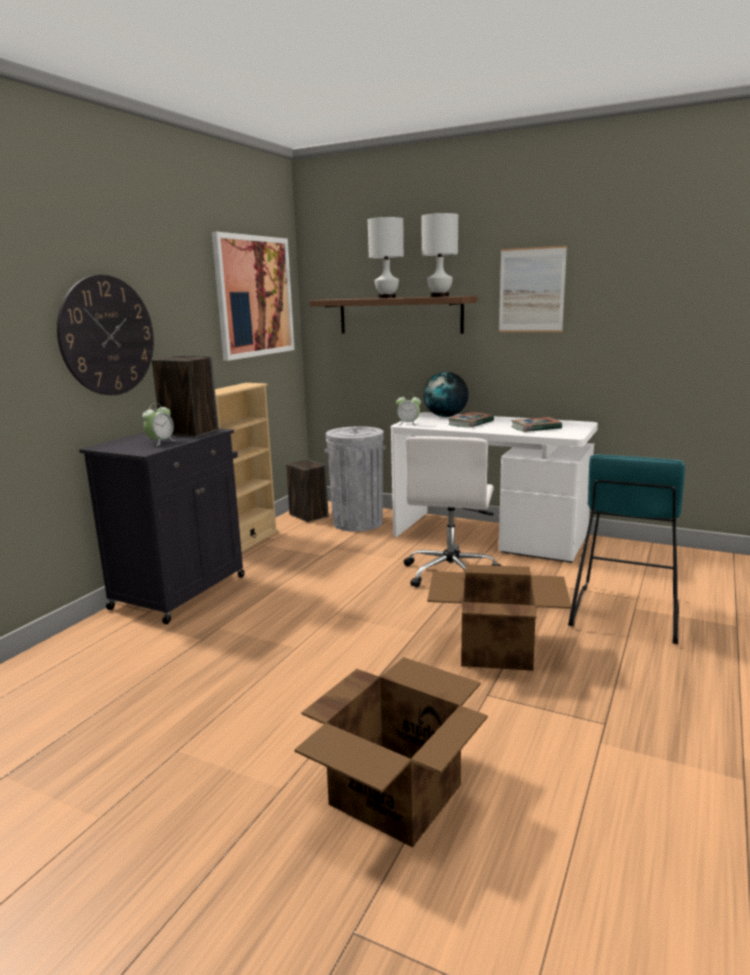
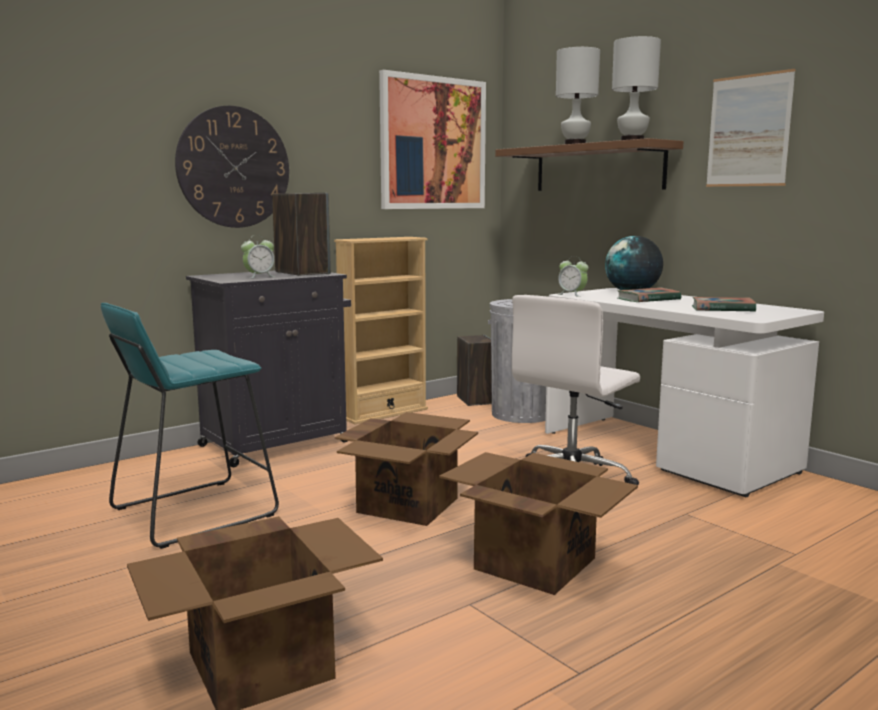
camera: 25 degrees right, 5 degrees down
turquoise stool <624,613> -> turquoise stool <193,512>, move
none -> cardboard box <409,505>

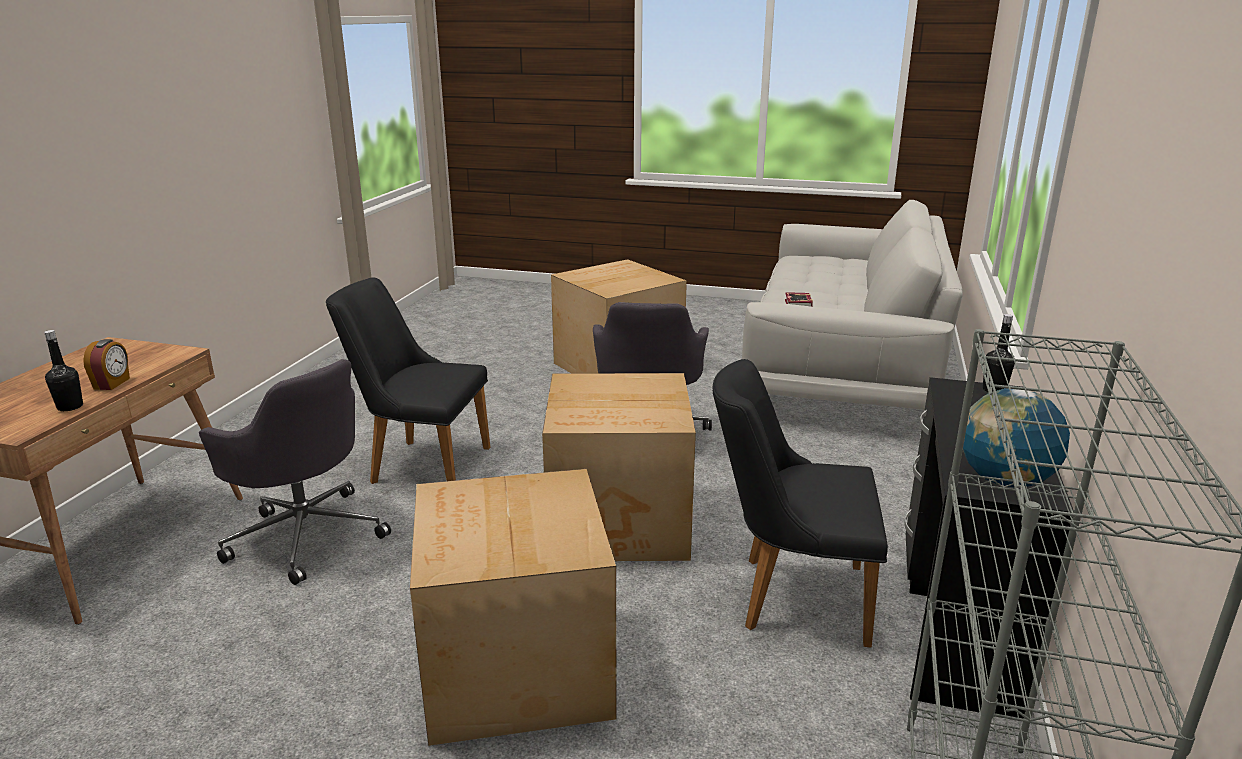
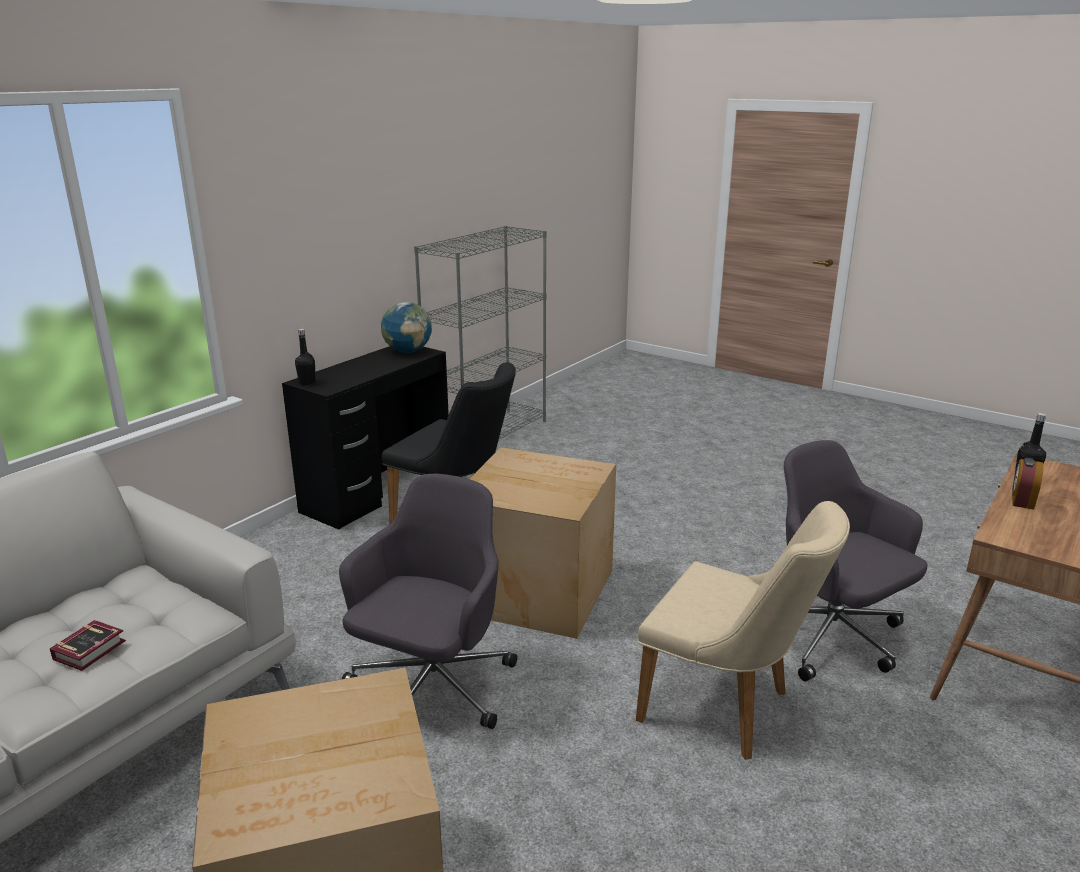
camera: 160 degrees left, 0 degrees up
black chair <420,464> -> beige chair <728,709>
cardboard box <514,669> -> none

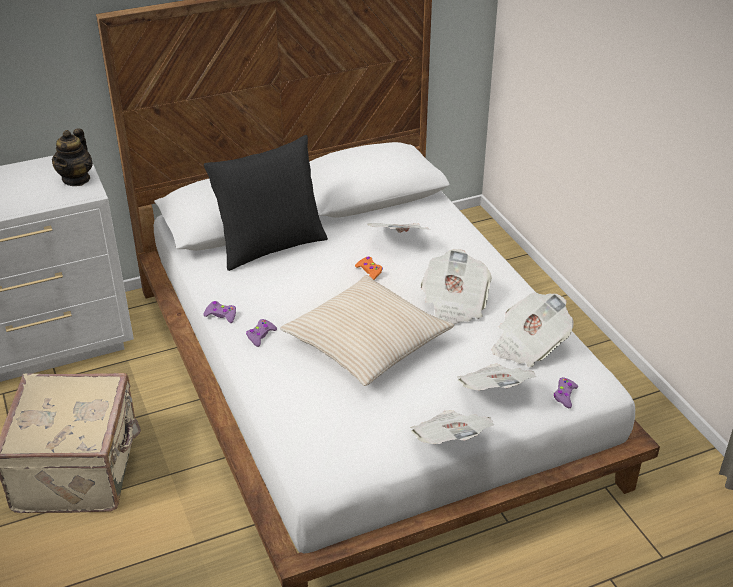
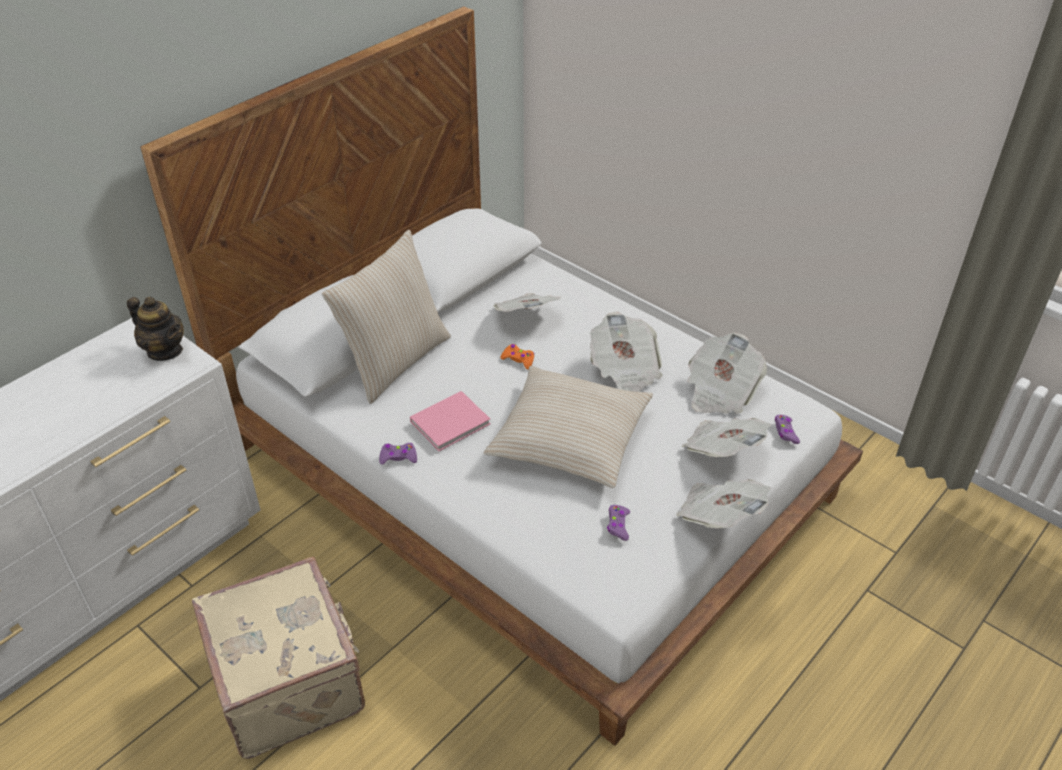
camera: 25 degrees left, 5 degrees up
teapot <76,179> -> teapot <165,351>, 45 degrees counterclockwise
black pillow <270,245> -> beige pillow <395,361>
purple game controller <260,335> -> purple game controller <618,525>, move
none -> pink book <452,422>

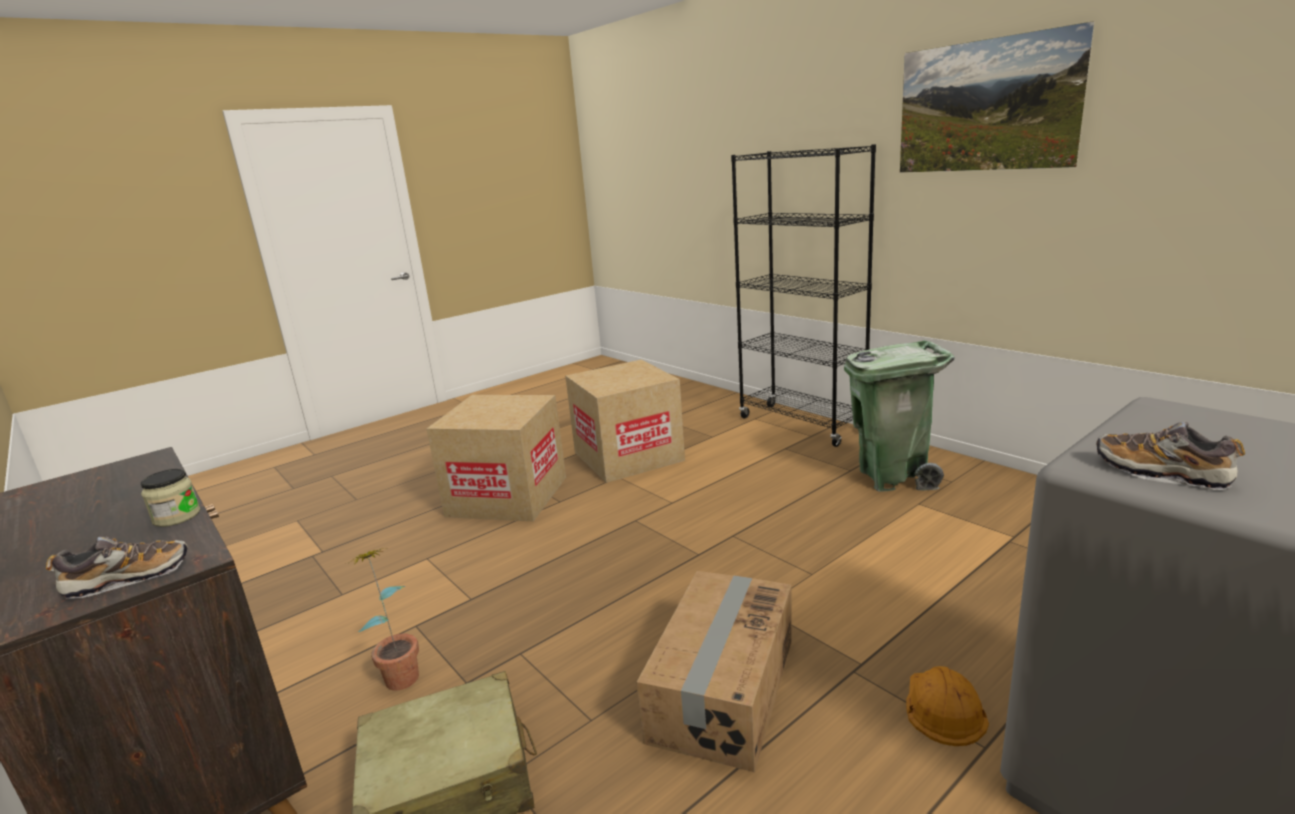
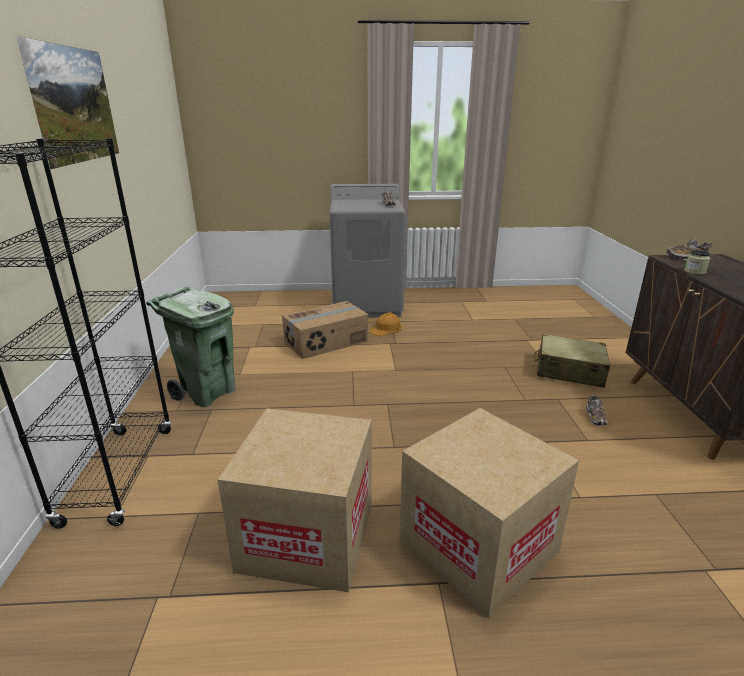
camera: 145 degrees left, 5 degrees up
potted plant <400,672> -> shoe <595,417>
cardboard box <721,689> -> cardboard box <326,342>, move

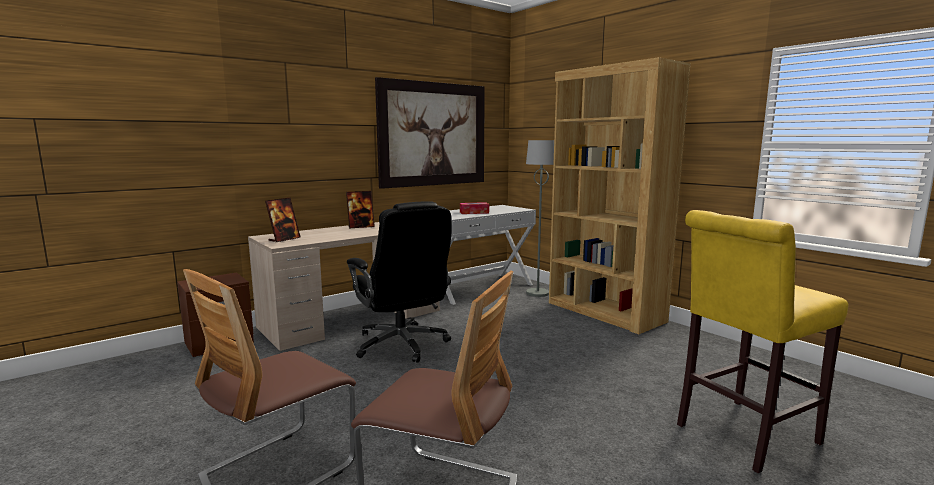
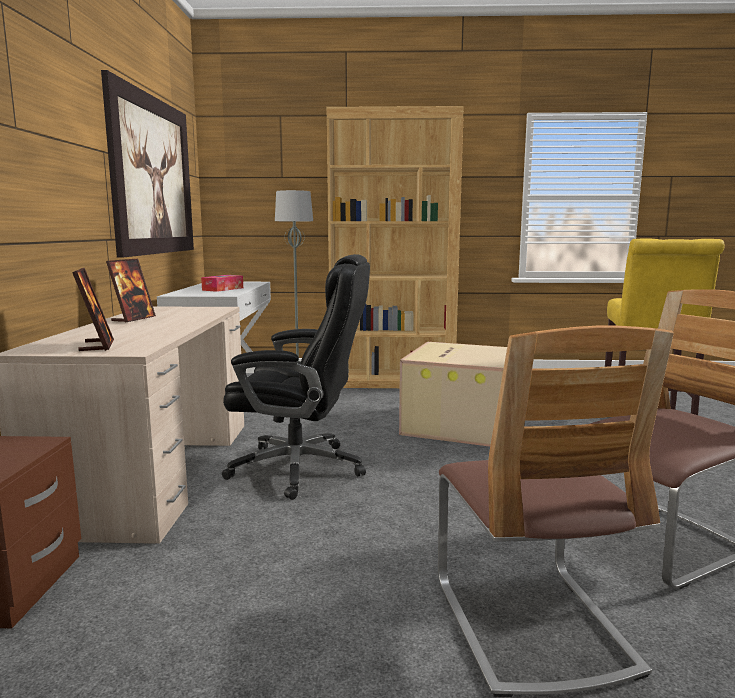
camera: 50 degrees left, 0 degrees up
none -> cardboard box <458,424>

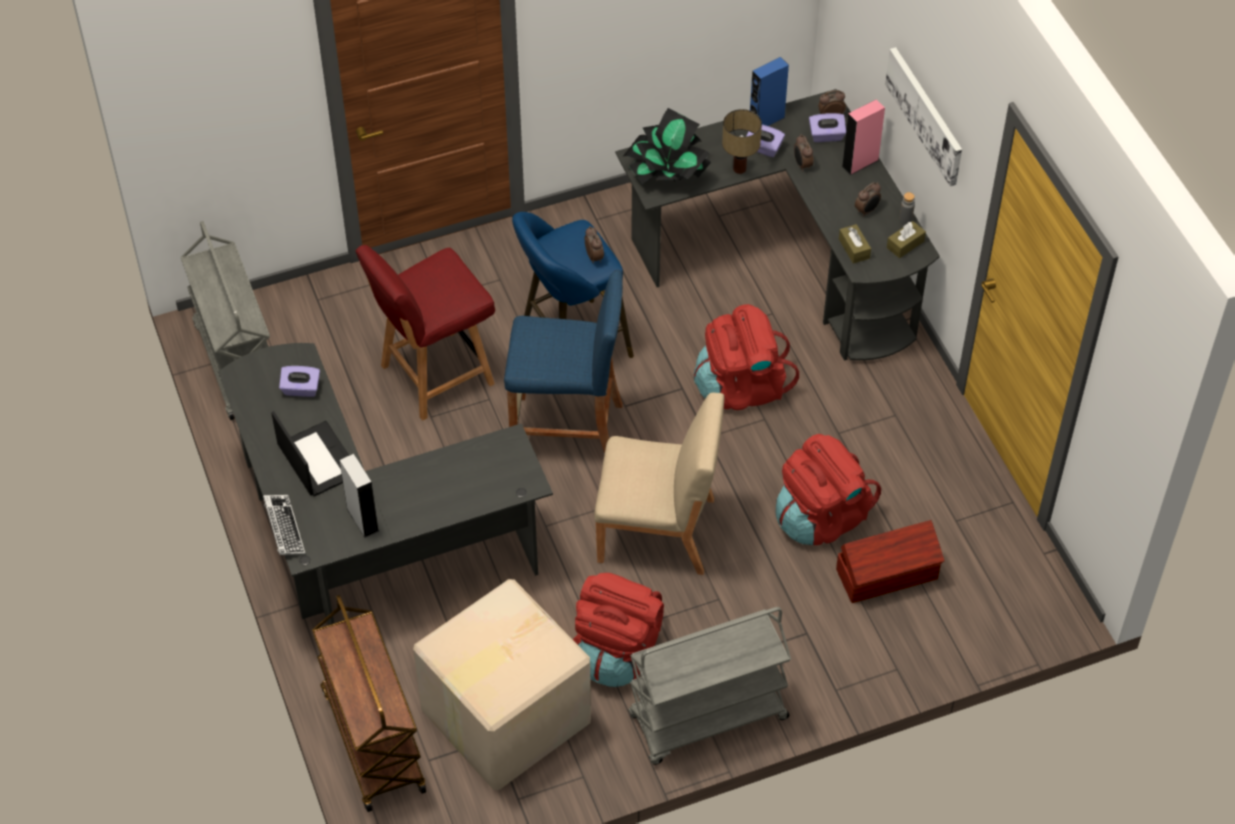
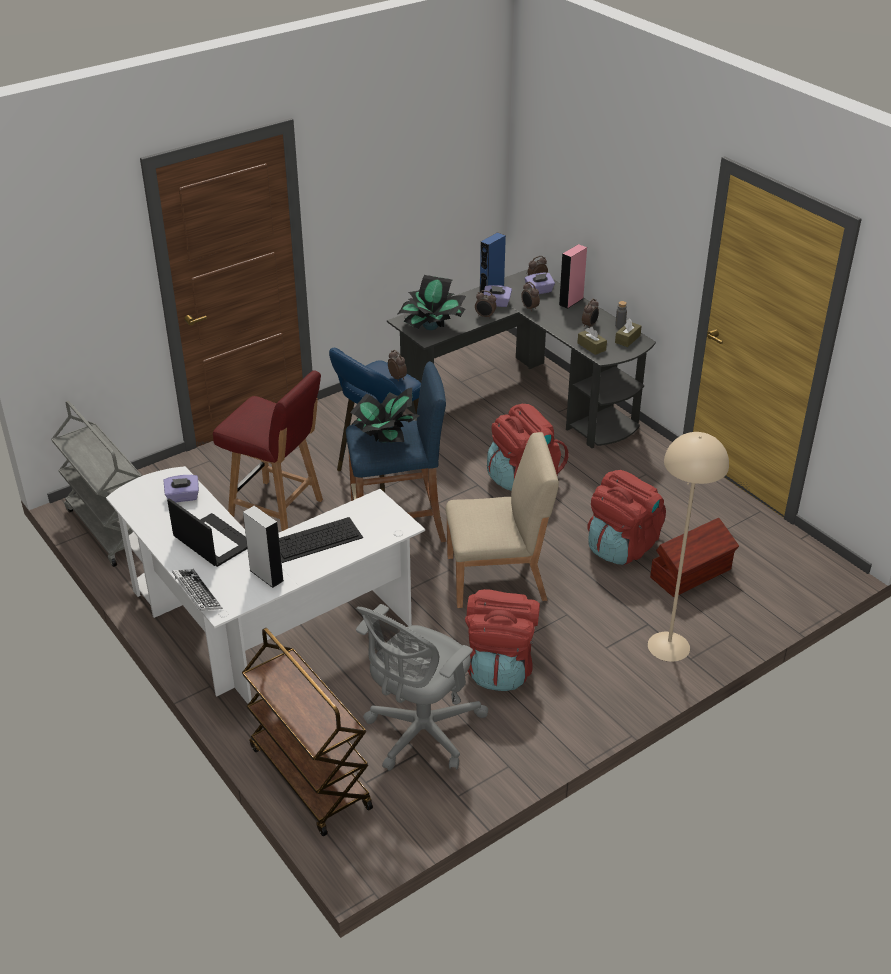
camera: 15 degrees left, 15 degrees down
black desk <367,543> -> white desk <257,631>
red chair <434,376> -> red chair <277,509>, 105 degrees counterclockwise
cardboard box <503,715> -> grey office chair <420,734>
grey cart <707,718> -> none
table lamp <740,168> -> alarm clock <485,316>
picture <925,115> -> none
none -> keyboard <315,540>
none -> potted plant <384,439>
none -> beige floor lamp <669,646>

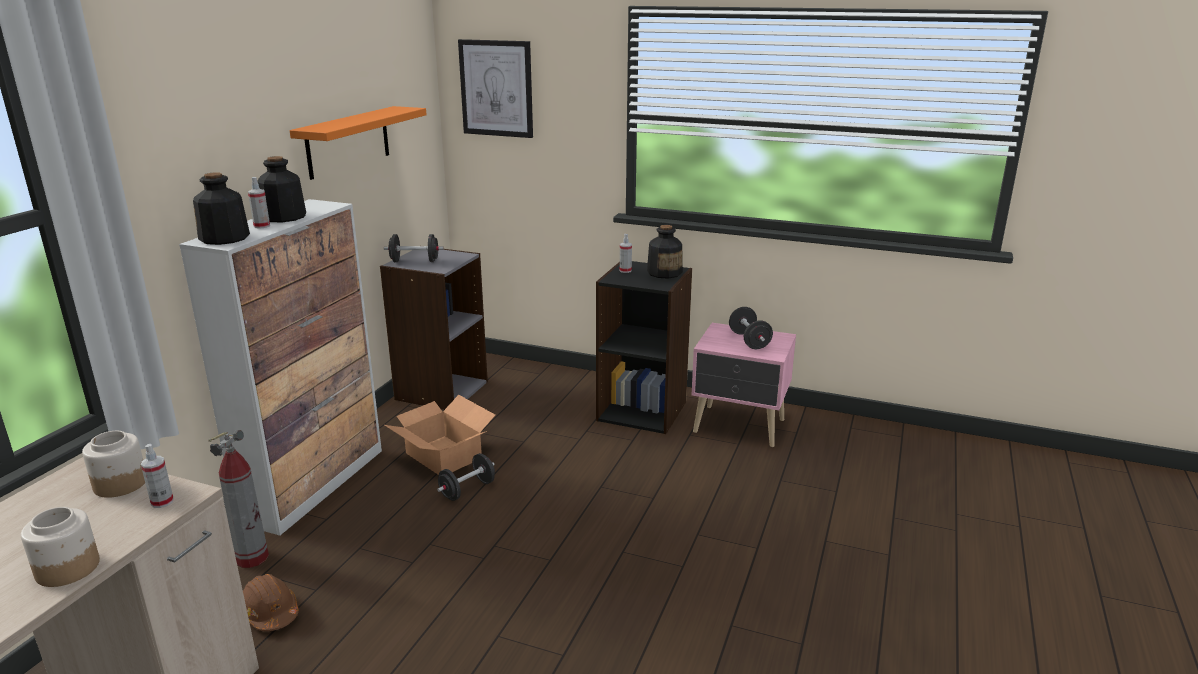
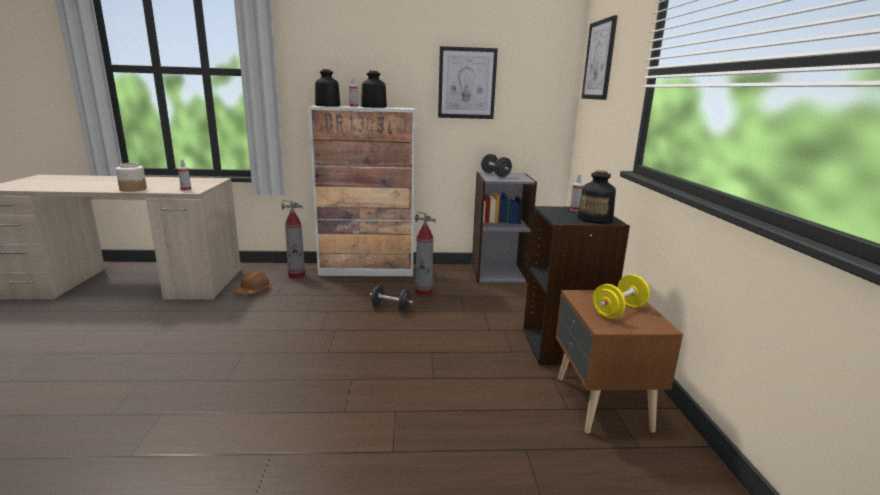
camera: 65 degrees right, 5 degrees down
jar <120,484> -> none
orange shelf <348,142> -> picture <467,83>
cardboard box <444,455> -> fire extinguisher <424,292>
pink nightstand <740,427> -> brown nightstand <600,404>
black dumbbell <749,341> -> yellow dumbbell <618,311>

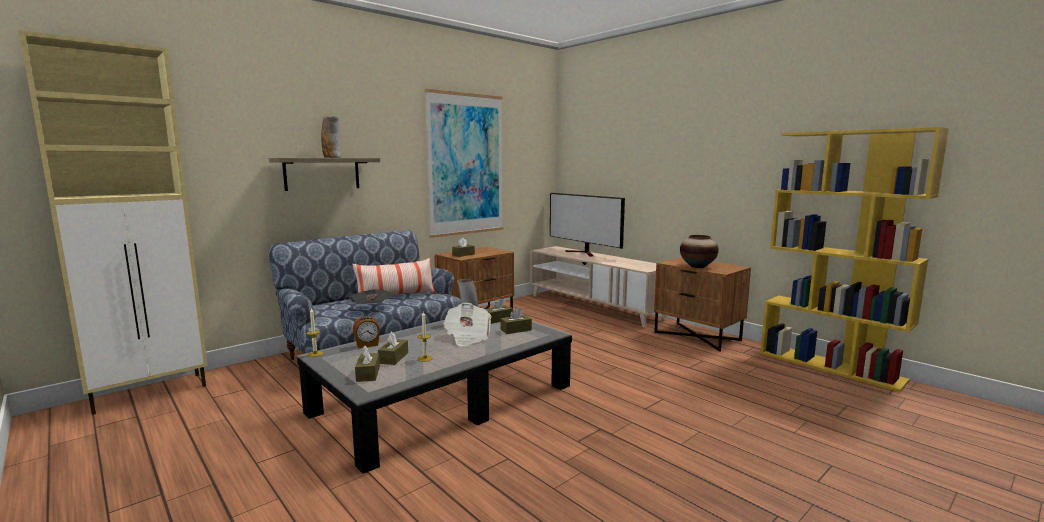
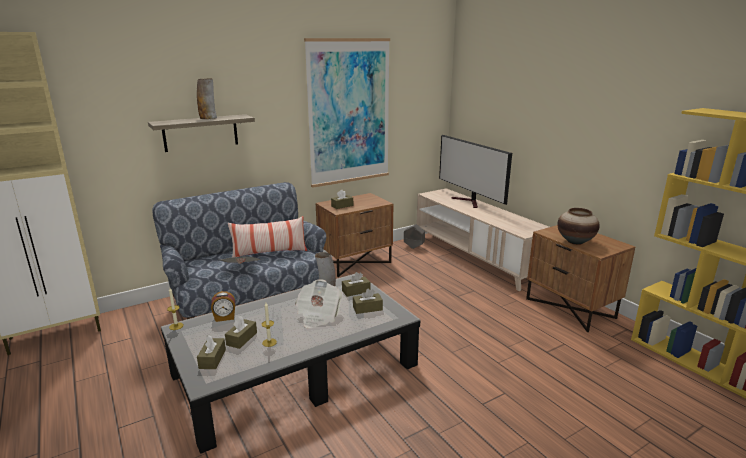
camera: 10 degrees right, 10 degrees up
none -> grey planter <414,247>

